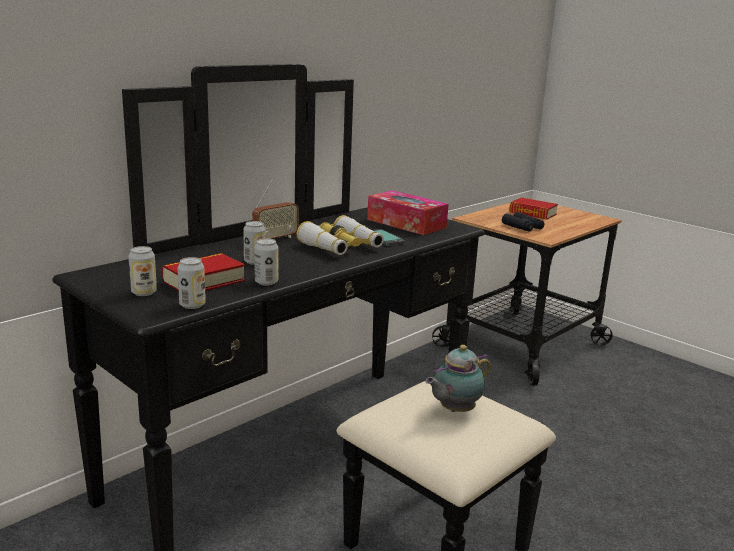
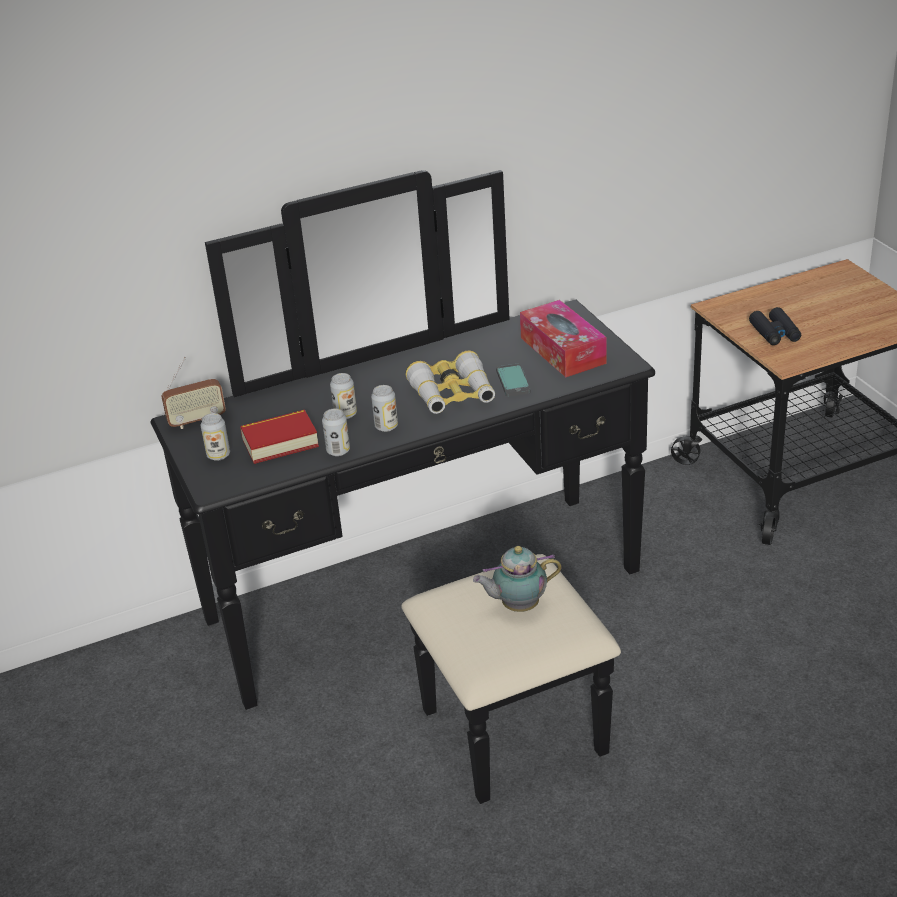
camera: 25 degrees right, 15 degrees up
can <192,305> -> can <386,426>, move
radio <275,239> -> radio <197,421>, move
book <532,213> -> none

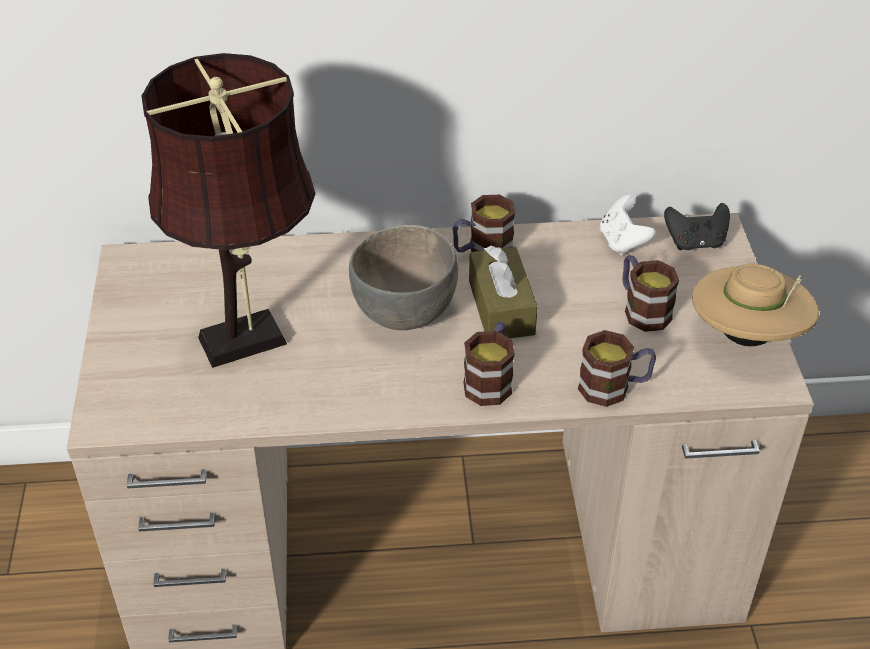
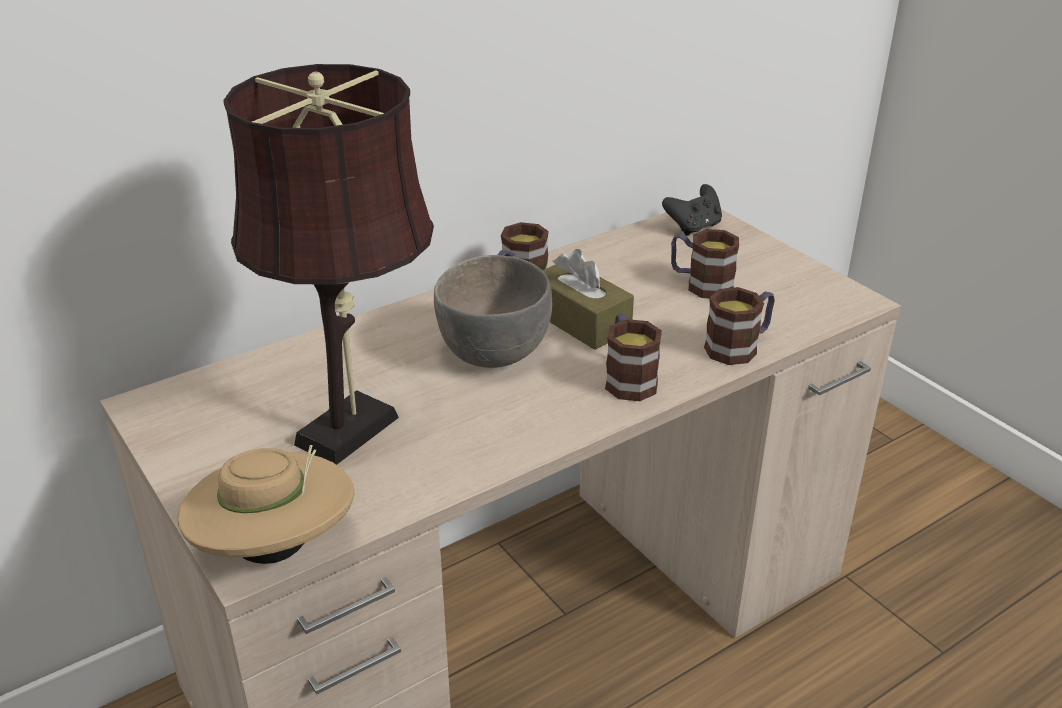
camera: 30 degrees left, 10 degrees down
white game controller <623,242> -> none
beige hat <747,336> -> beige hat <275,549>, move

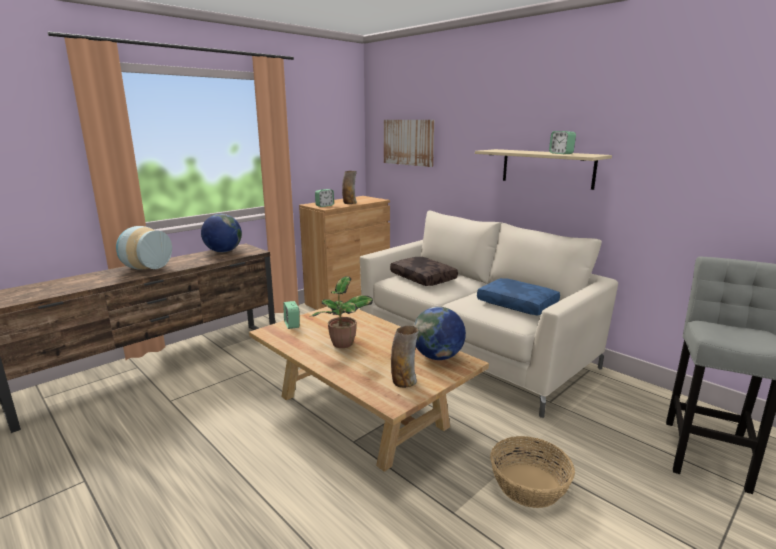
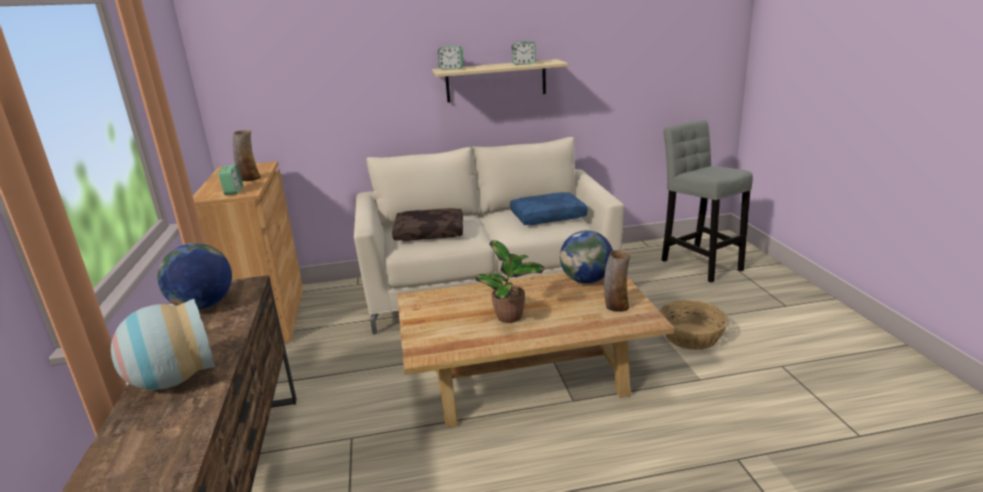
camera: 55 degrees left, 5 degrees up
alarm clock <292,325> -> alarm clock <451,69>, move
picture <408,142> -> none

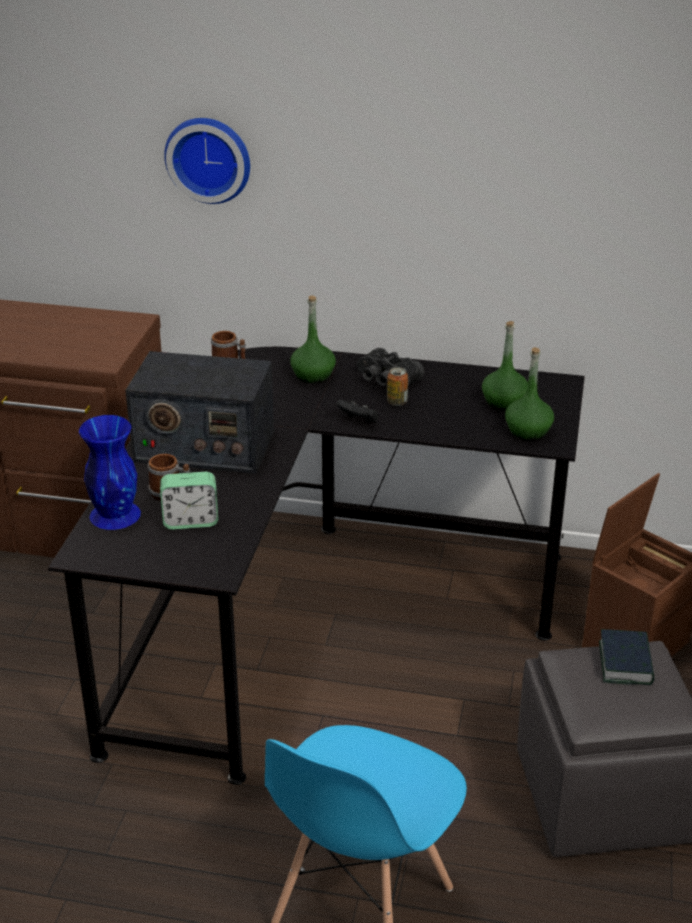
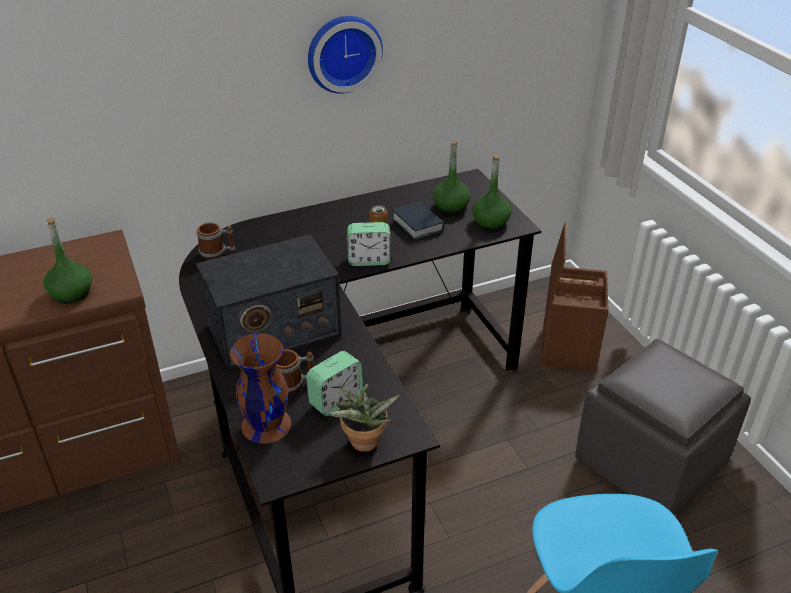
camera: 35 degrees left, 5 degrees up
blue vase <114,514> -> brown vase <265,424>
wall clock <209,158> -> wall clock <343,52>, move
green bottle <313,375> -> green bottle <72,293>, move
black game controller <359,421> -> alarm clock <369,260>
black binoculars <386,379> -> none
book <625,663> -> book <417,225>, move
none -> potted plant <364,445>

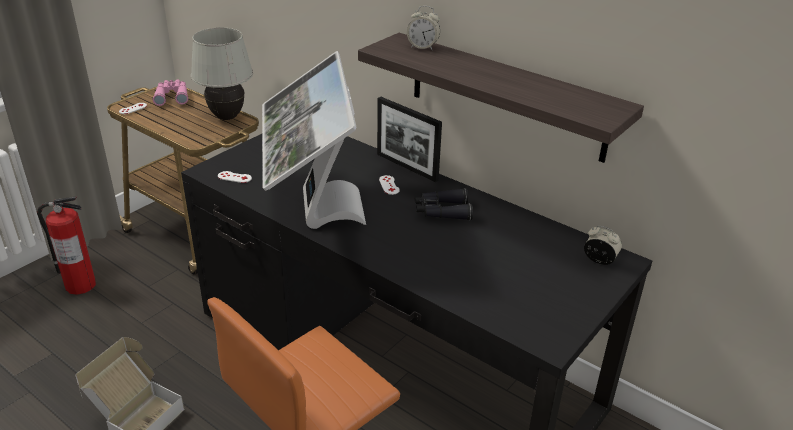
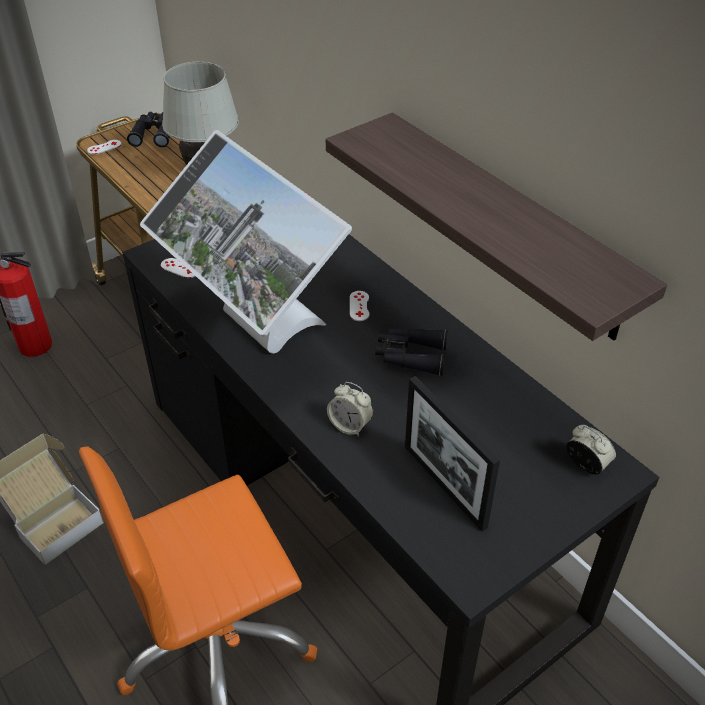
camera: 15 degrees right, 10 degrees up
pink binoculars <172,96> -> black binoculars <154,134>
monitor <313,210> -> monitor <254,331>, 45 degrees counterclockwise
picture frame <407,167> -> picture frame <444,486>, move
alarm clock <423,47> -> alarm clock <350,425>, move

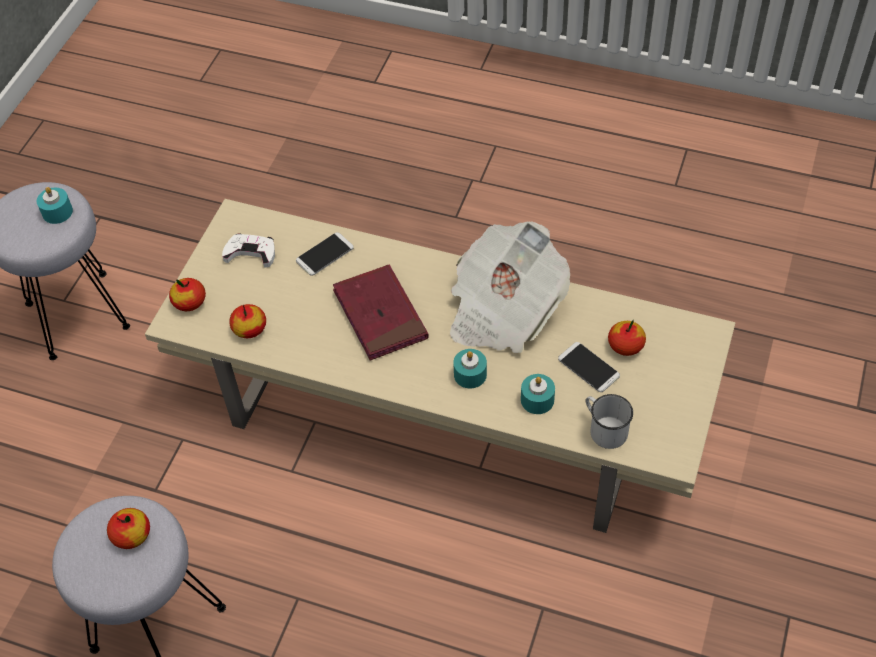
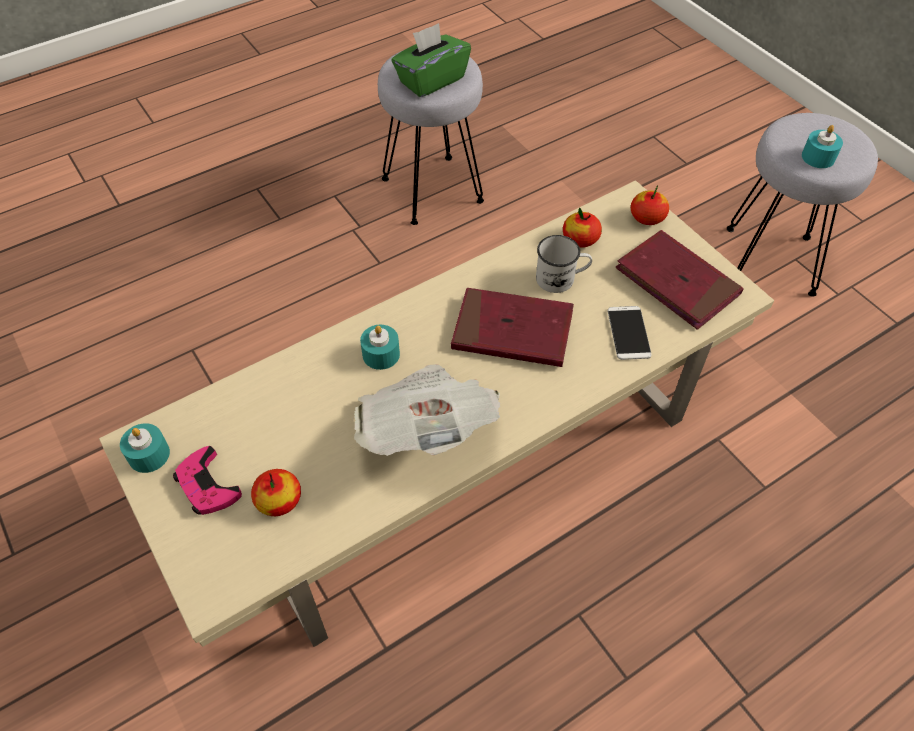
camera: 125 degrees right, 0 degrees up
apple <132,535> -> green tissue box <431,80>
white game controller <251,253> -> red book <677,283>
turquoise candle <537,400> -> turquoise candle <149,455>, move
phone <588,367> -> none
white mug <604,429> -> white mug <561,279>, move
none -> pink game controller <207,485>

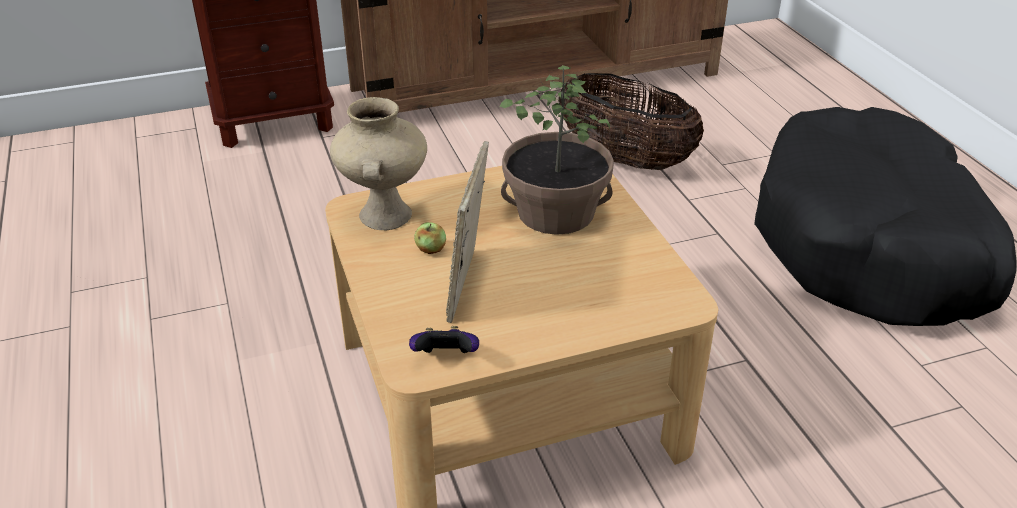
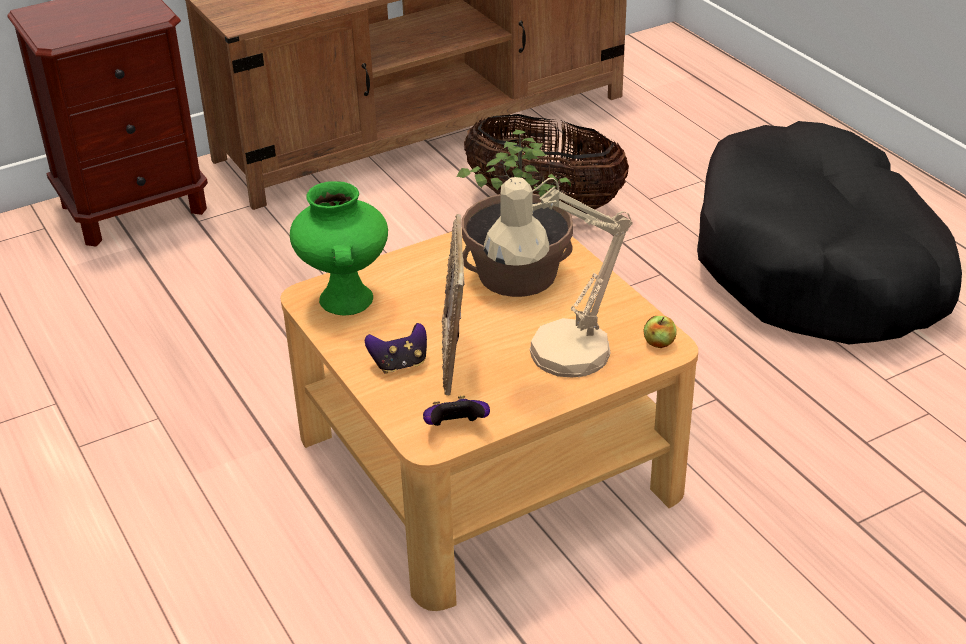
camera: 10 degrees left, 0 degrees up
beige vase <384,214> -> green vase <344,298>
apple <430,249> -> apple <659,343>, move
none -> game controller <400,364>
none -> beige table lamp <554,358>

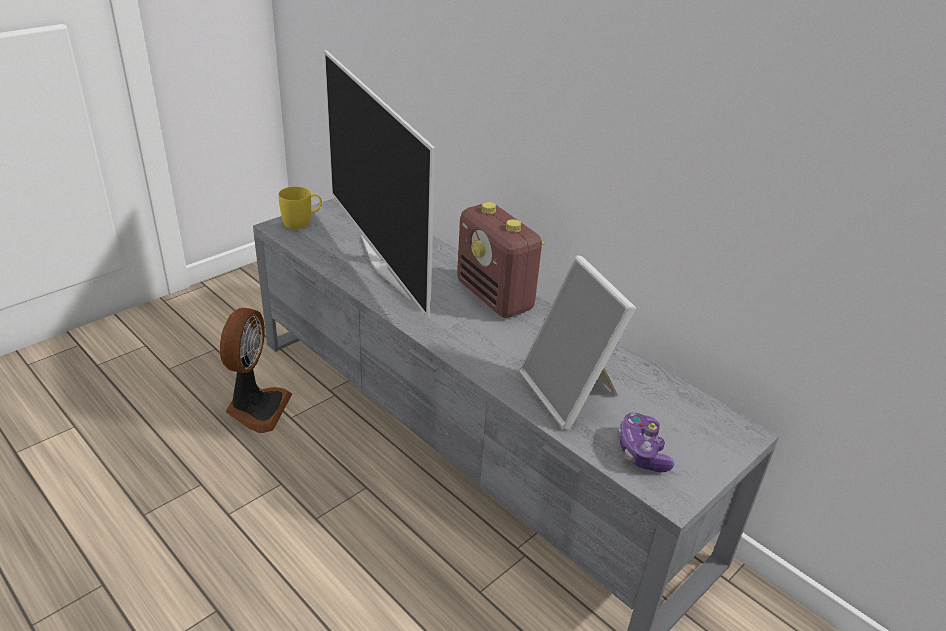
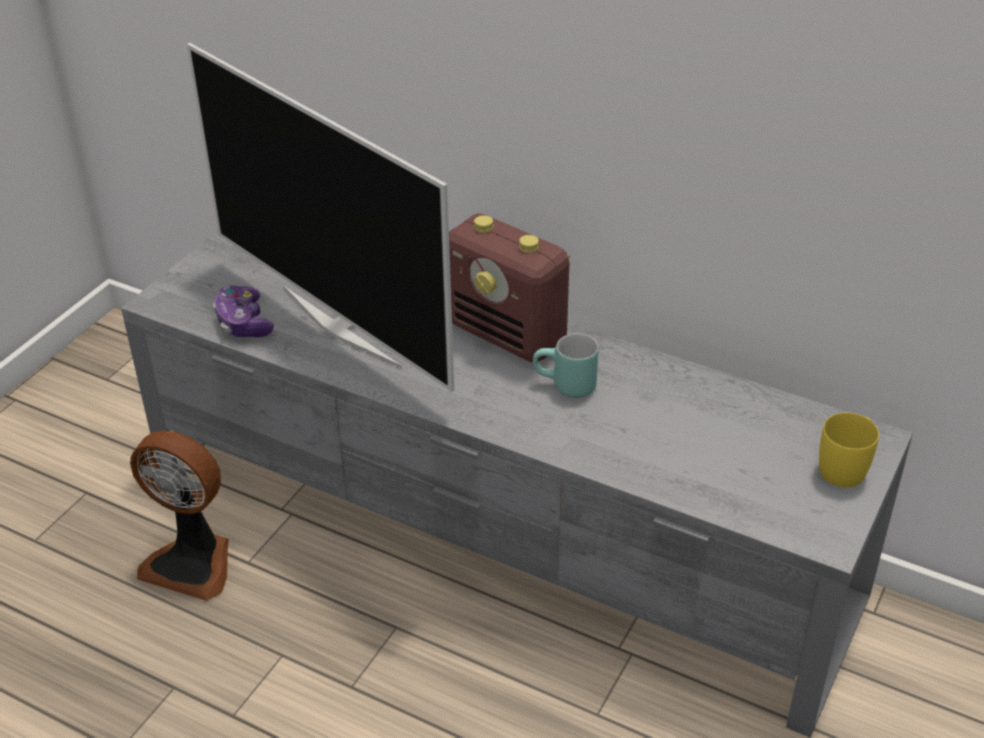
camera: 15 degrees left, 5 degrees up
fan <256,408> -> fan <193,562>, 120 degrees clockwise
yellow mug <302,221> -> yellow mug <846,466>, move
picture frame <571,394> -> none
game controller <641,451> -> game controller <243,323>, move
none -> turquoise mug <565,388>

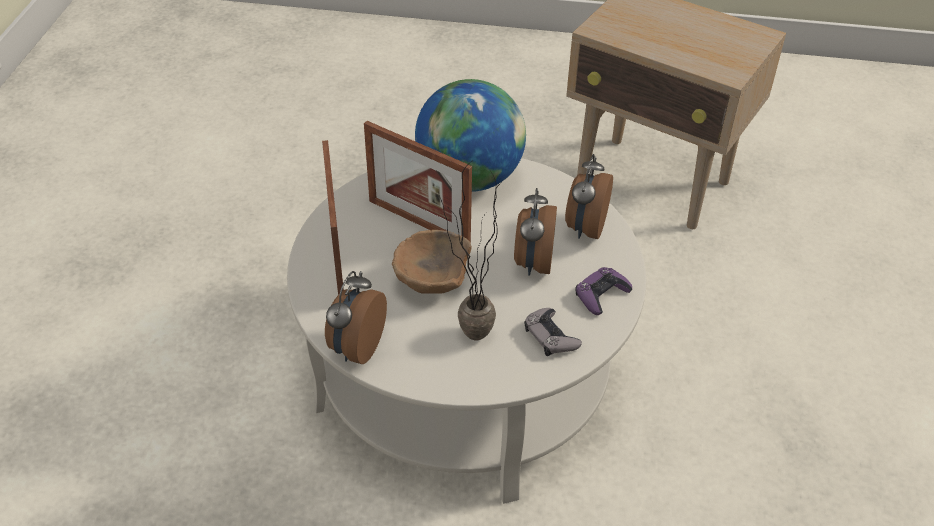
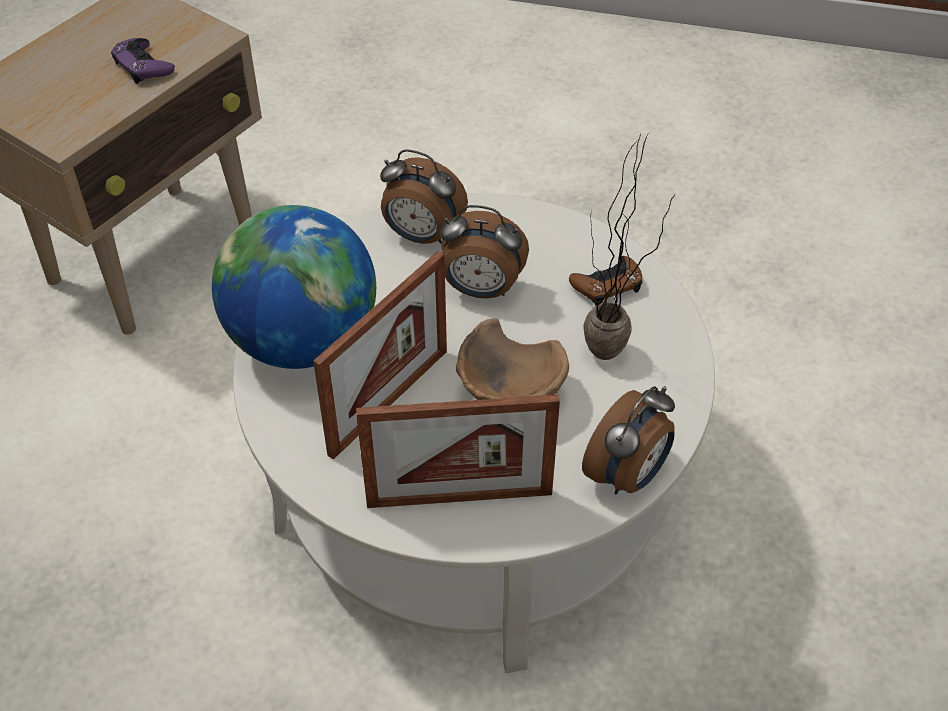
camera: 85 degrees left, 5 degrees up
alarm clock <356,347> -> alarm clock <628,475>, 75 degrees counterclockwise
grey game controller <550,336> -> brown game controller <607,285>
purple game controller <601,295> -> purple game controller <143,66>, move

